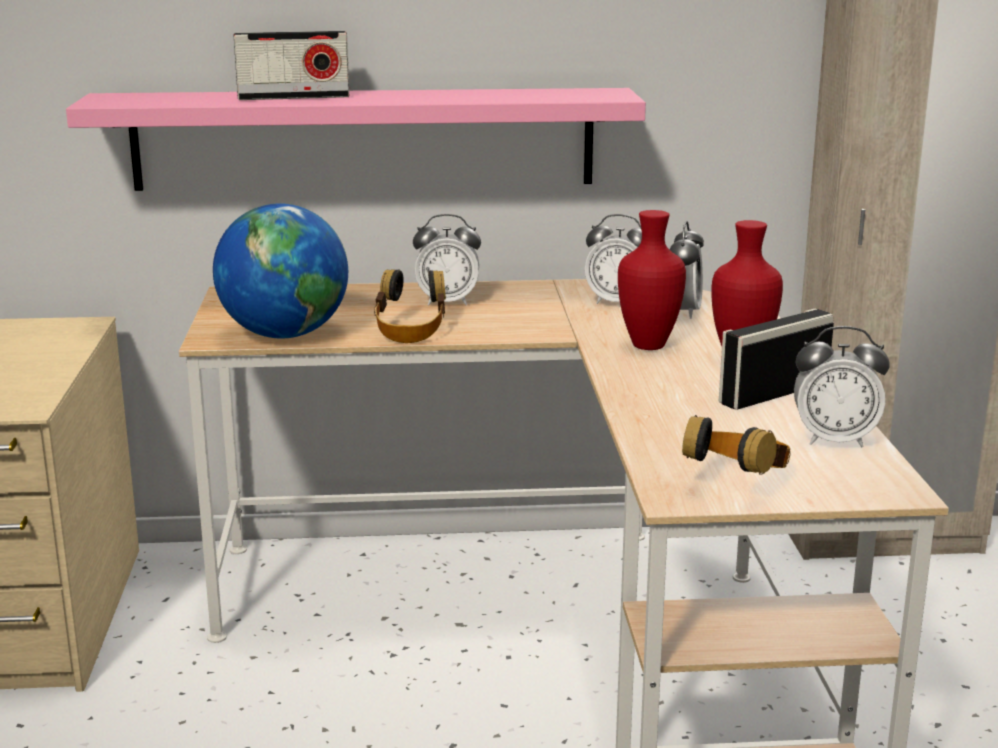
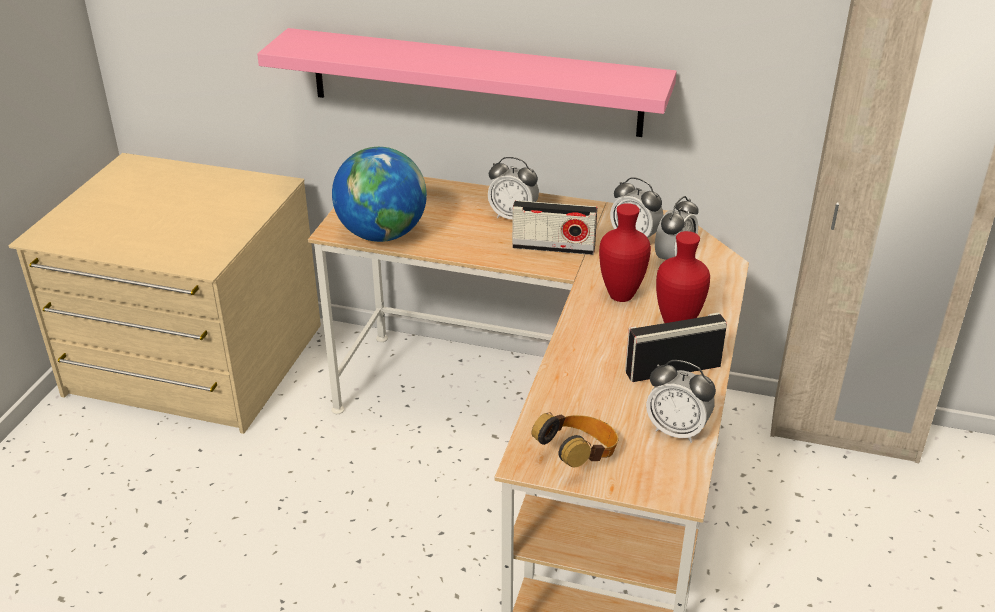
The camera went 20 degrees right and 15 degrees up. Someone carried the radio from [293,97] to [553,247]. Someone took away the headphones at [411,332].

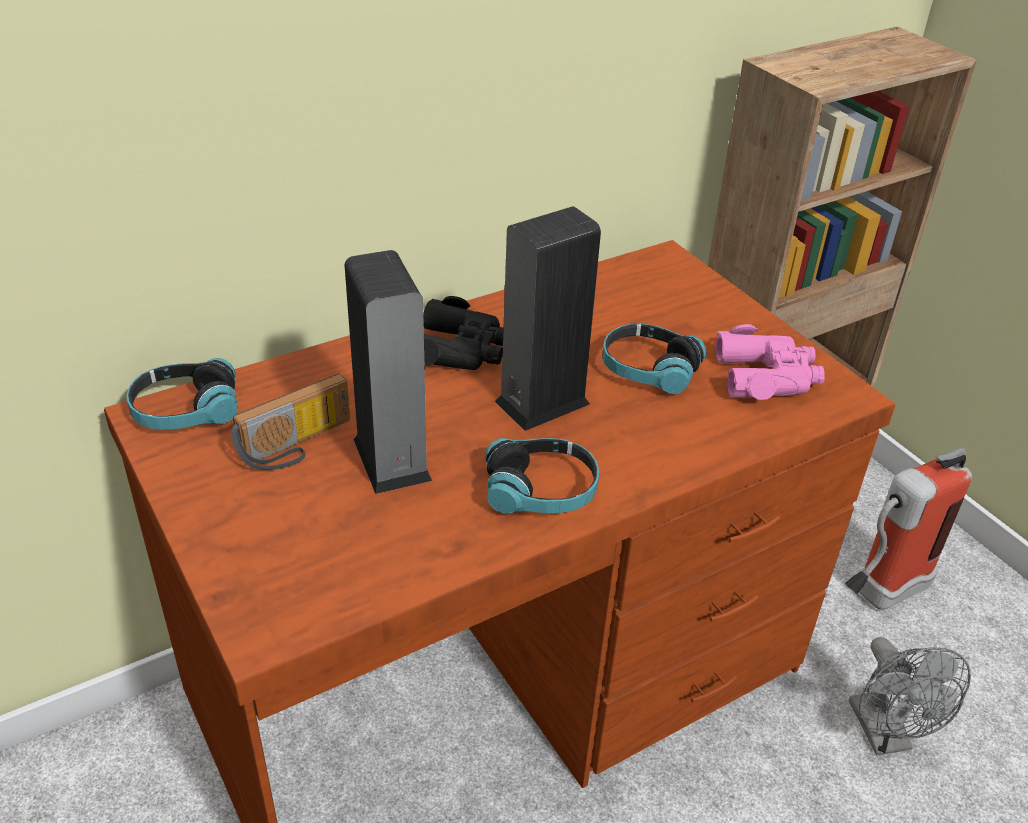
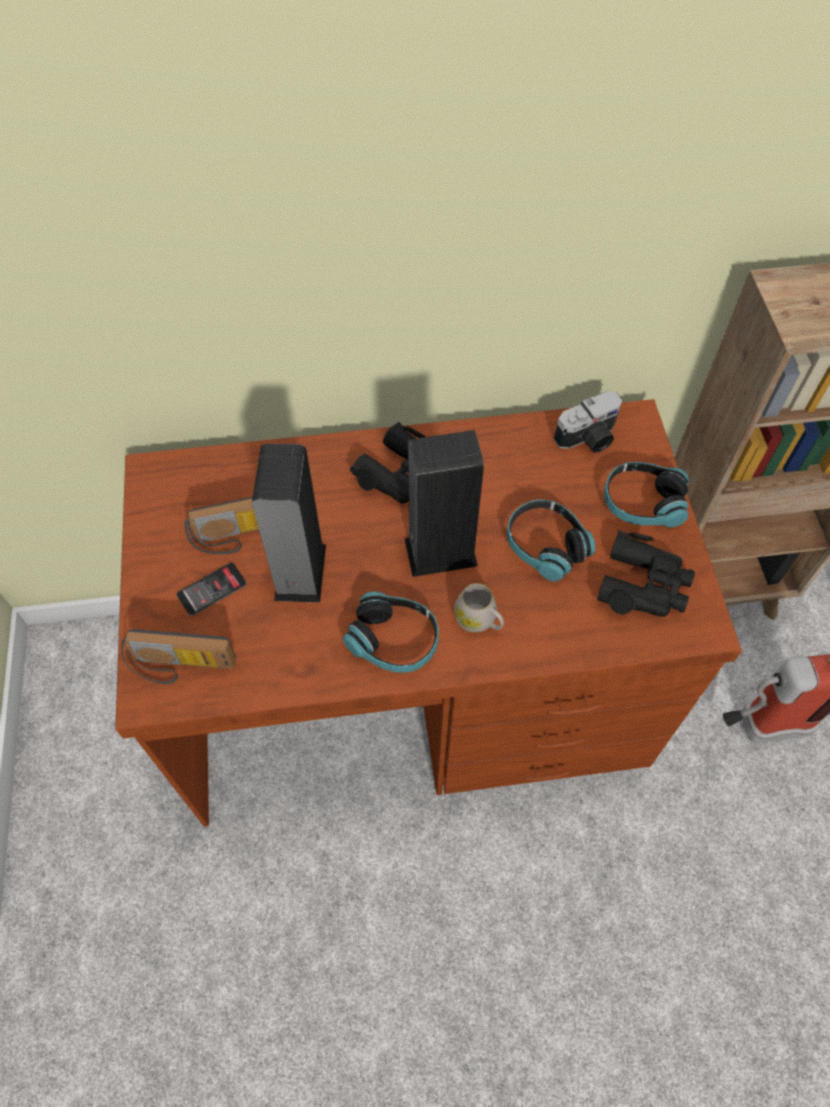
The camera went 25 degrees right and 20 degrees up. Someone repainted the pink binoculars at [767,376], which became the black binoculars at [644,584]. Someone carried the headphones from [186,411] to [642,503]. Someone took away the grey fan at [885,736]. Someone put down the photo camera at [589,439]. Someone put down the phone at [212,589]. Someone put down the white mug at [479,620]. Someone put down the radio at [180,667].

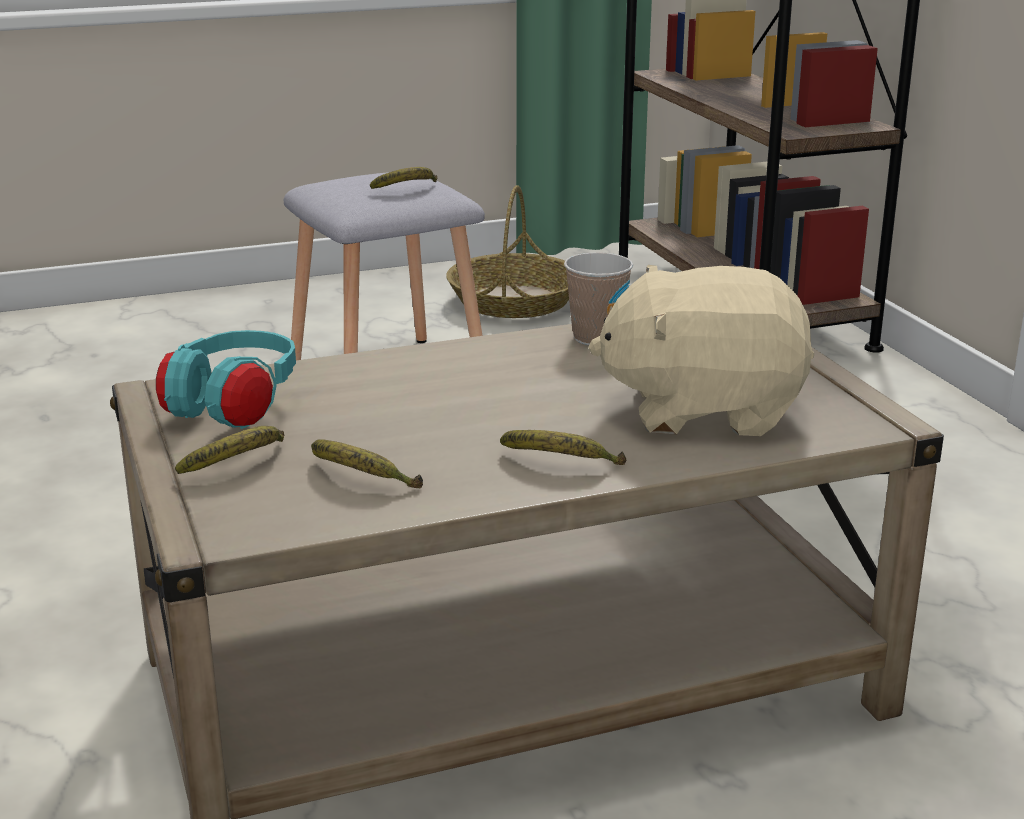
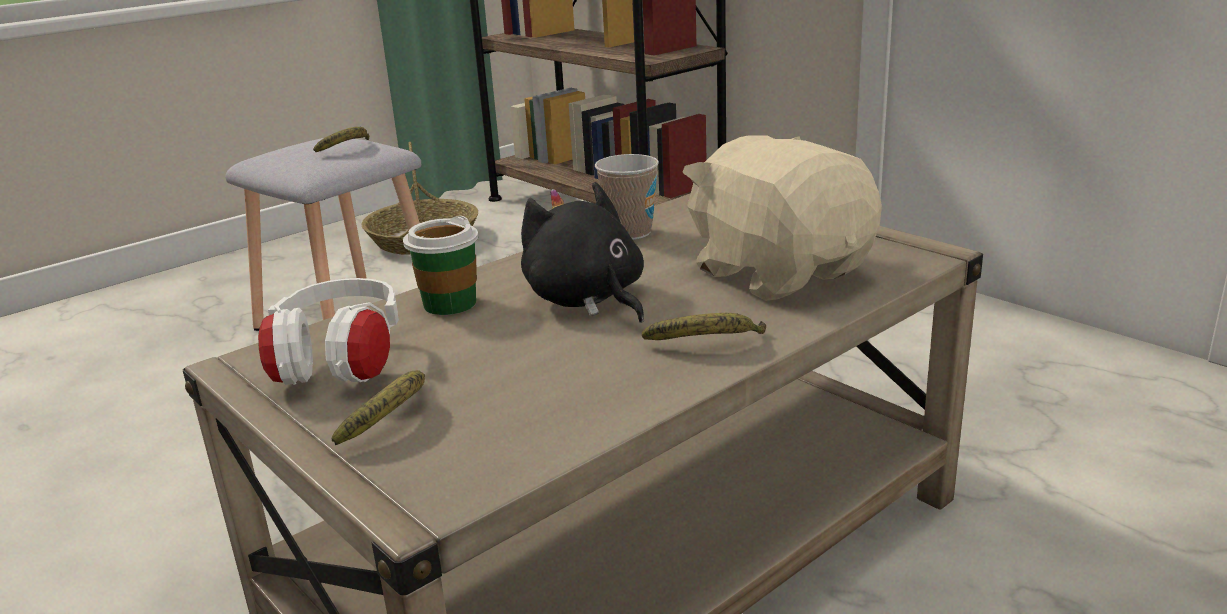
The camera went 20 degrees left and 0 degrees up. Someone rotated the beige plush toy at [703,409] by 75 degrees clockwise. Someone repainted the turquoise headphones at [233,409], which became the white headphones at [340,364]. Someone took away the banana at [360,479]. Someone put down the black plush toy at [587,300]. Someone put down the cup at [449,304].

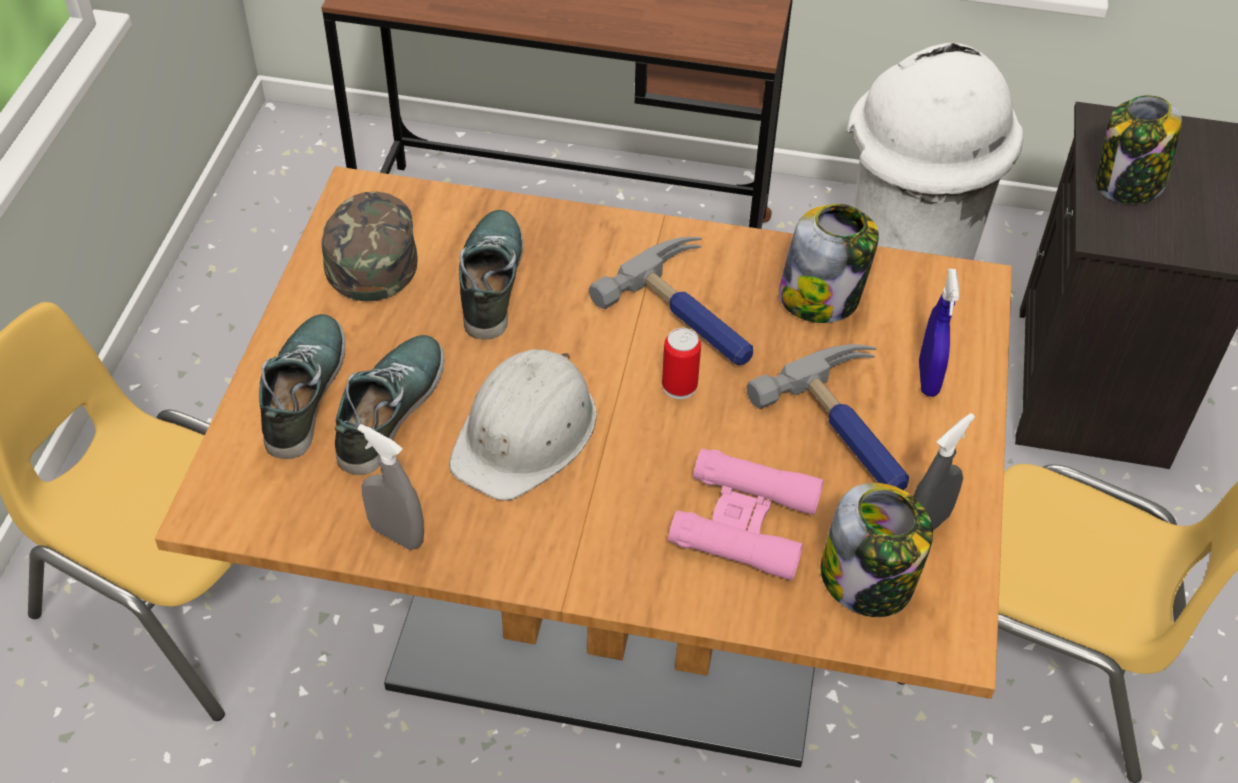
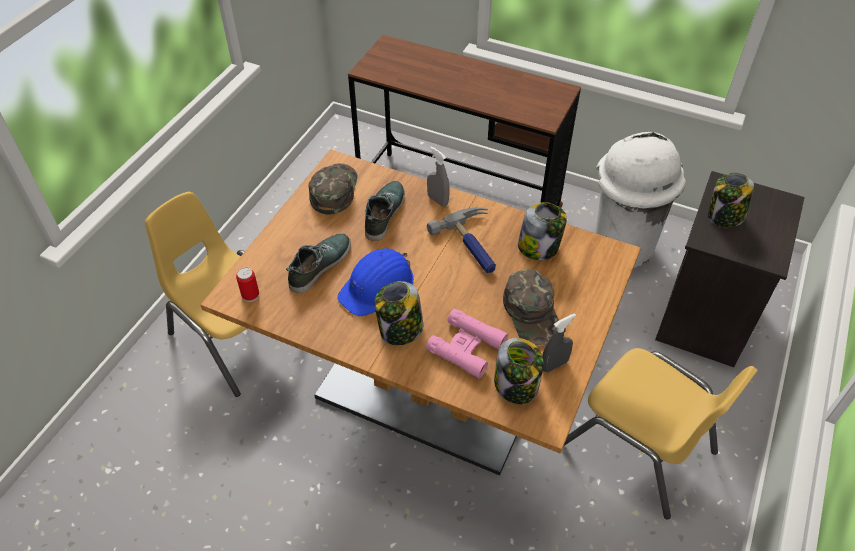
The camera went 15 degrees right and 0 degrees up. Someone took away the blue spray bottle at [928,379]. Someone took away the shoe at [303,392]. Someone carried the can from [679,386] to [250,295]. Someone swapped the hammer at [851,430] for the green cap at [532,313]. Someone repainted the white hard hat at [526,432], which became the blue hard hat at [378,287]. Someone carried the grey spray bottle from [396,534] to [437,200]. Someone put down the jar at [400,330].

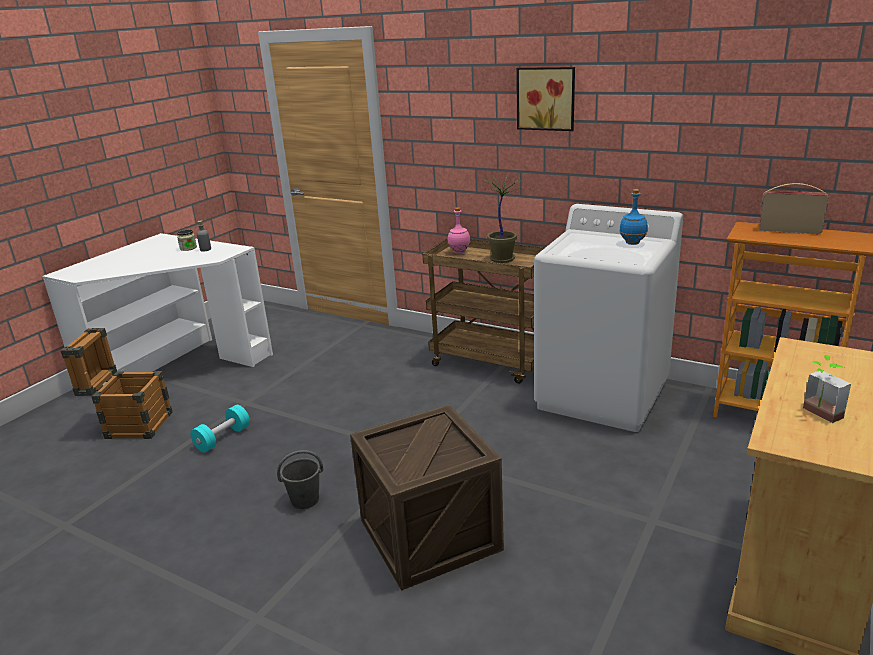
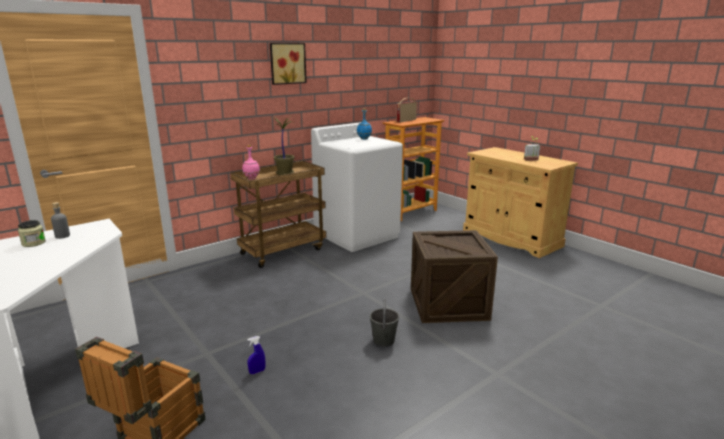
The camera went 70 degrees left and 5 degrees down. Someone swapped the turquoise dumbbell at [223,438] for the blue spray bottle at [257,371].

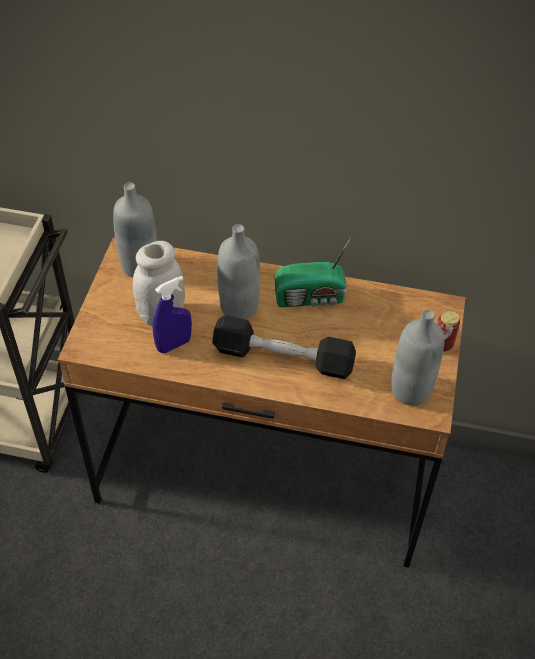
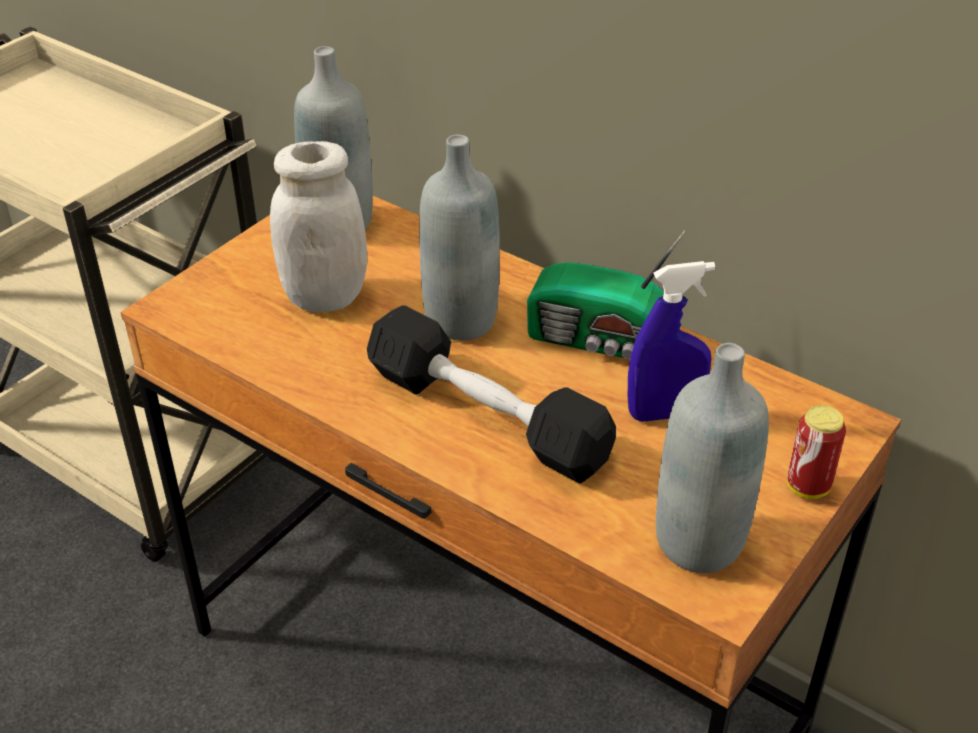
The camera went 25 degrees right and 10 degrees down. Someone carried the blue spray bottle from [174,345] to [664,413].

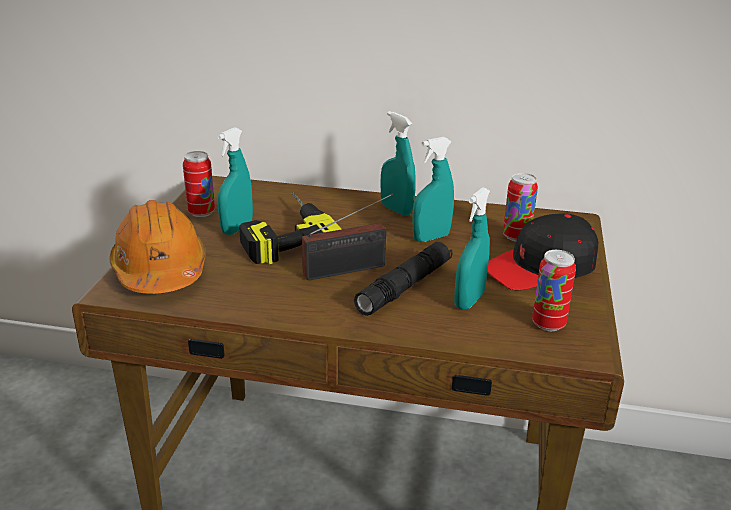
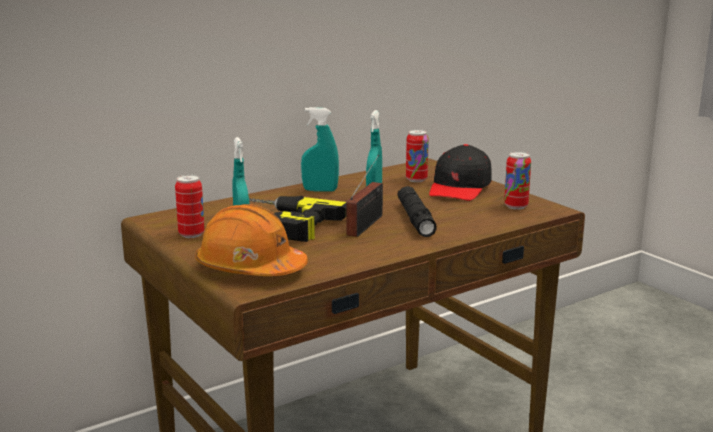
The camera went 45 degrees left and 10 degrees down. Someone took away the turquoise spray bottle at [469,301].

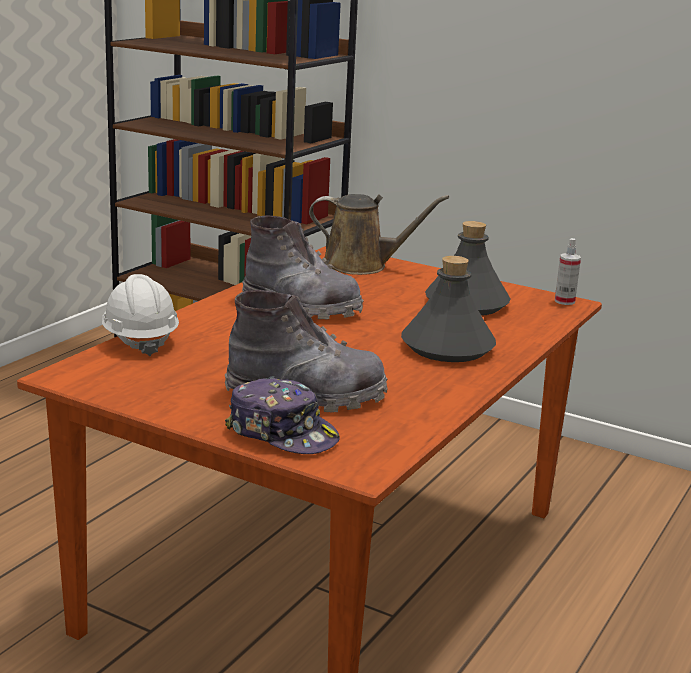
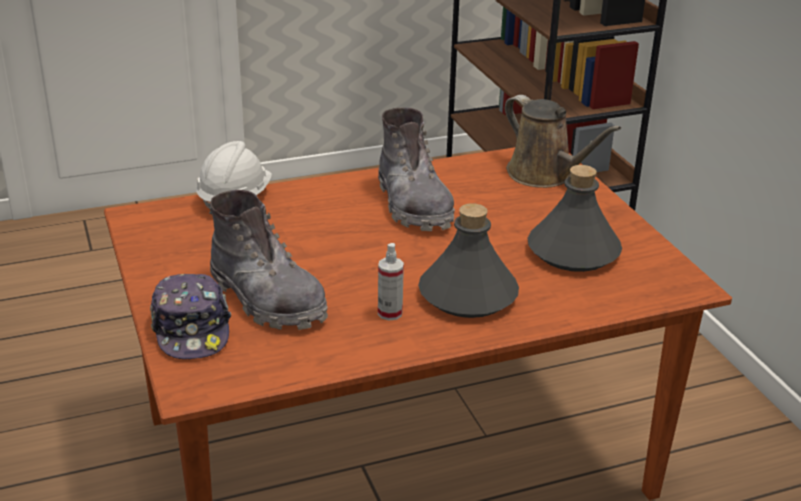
The camera went 40 degrees right and 10 degrees up. Someone carried the spray bottle from [564,301] to [390,313].

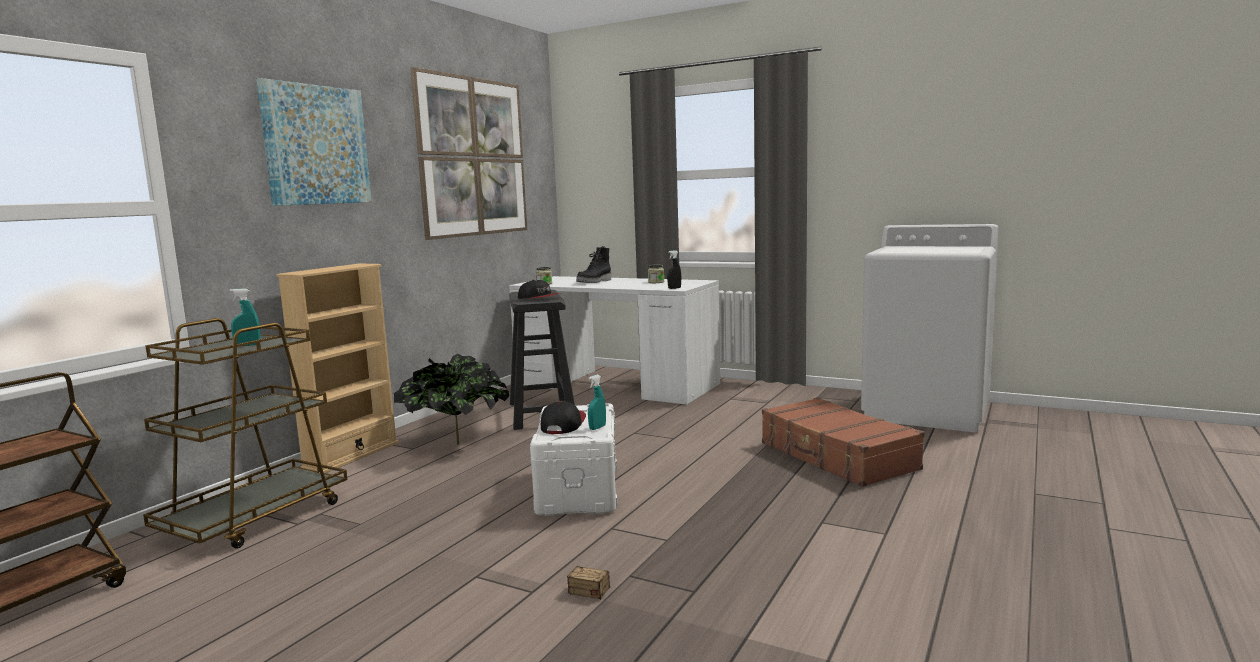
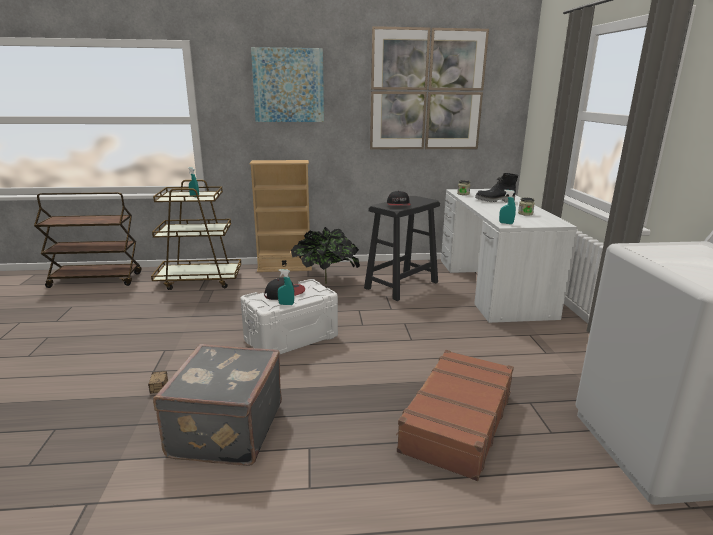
The camera went 55 degrees right and 10 degrees up. Someone repainted the black spray bottle at [674,288], which became the turquoise spray bottle at [506,223]. Someone put down the grey suitcase at [224,430].

